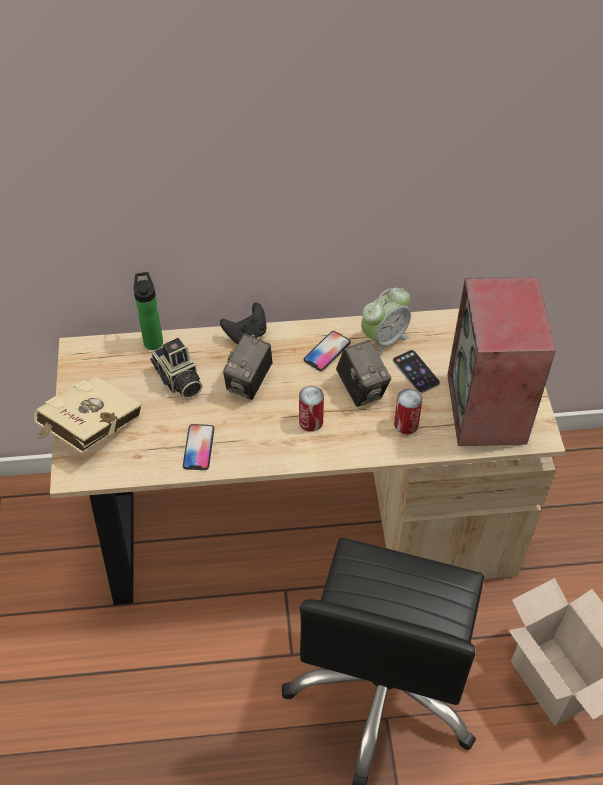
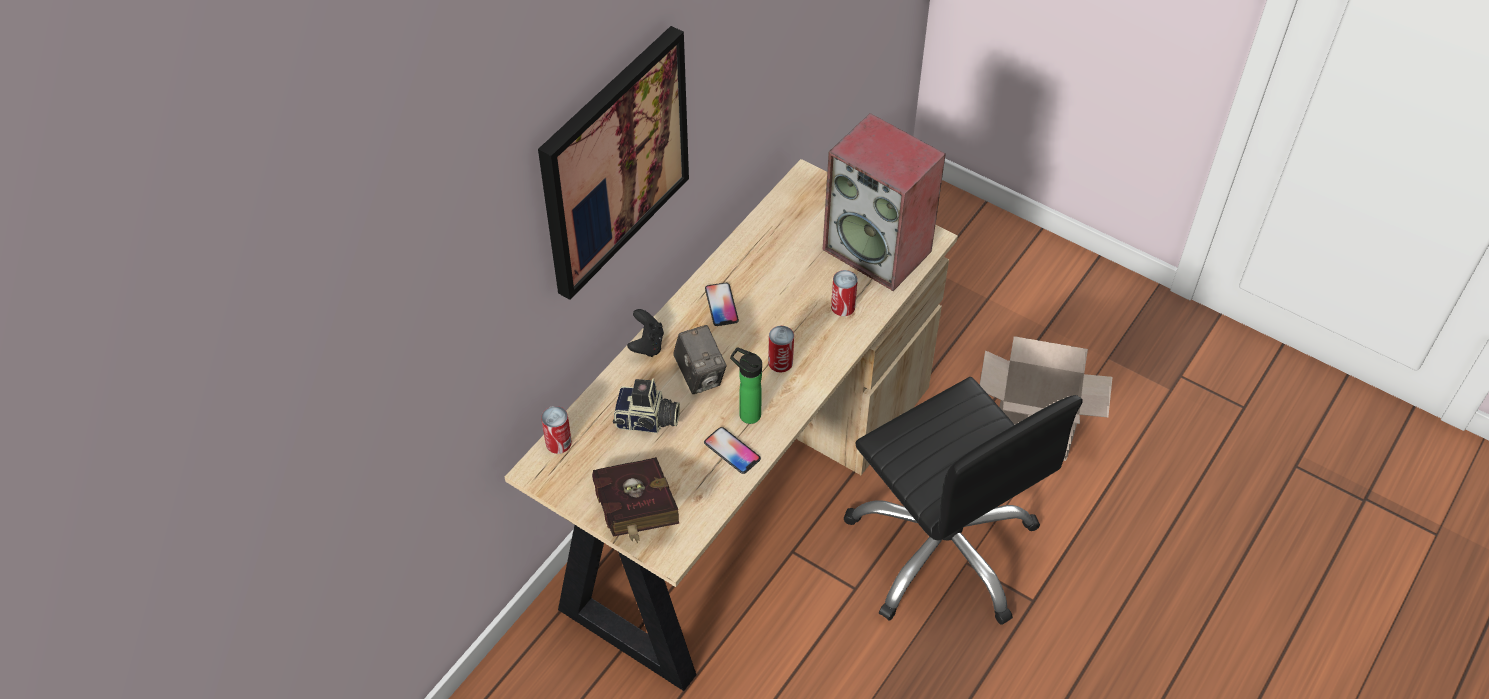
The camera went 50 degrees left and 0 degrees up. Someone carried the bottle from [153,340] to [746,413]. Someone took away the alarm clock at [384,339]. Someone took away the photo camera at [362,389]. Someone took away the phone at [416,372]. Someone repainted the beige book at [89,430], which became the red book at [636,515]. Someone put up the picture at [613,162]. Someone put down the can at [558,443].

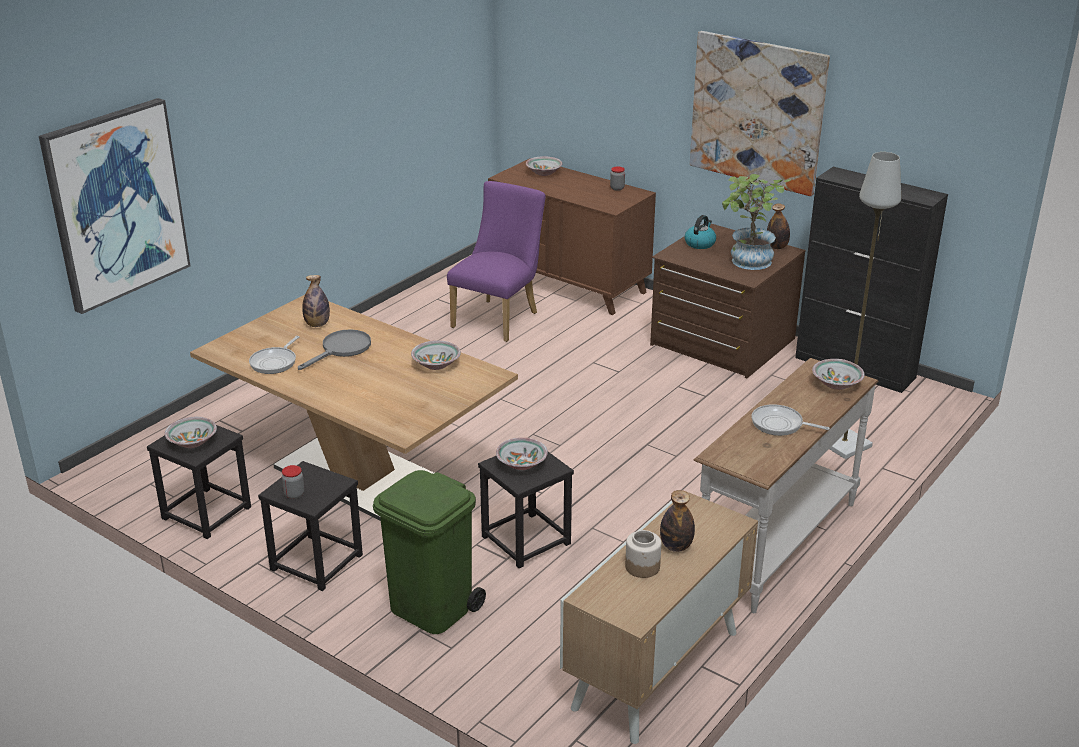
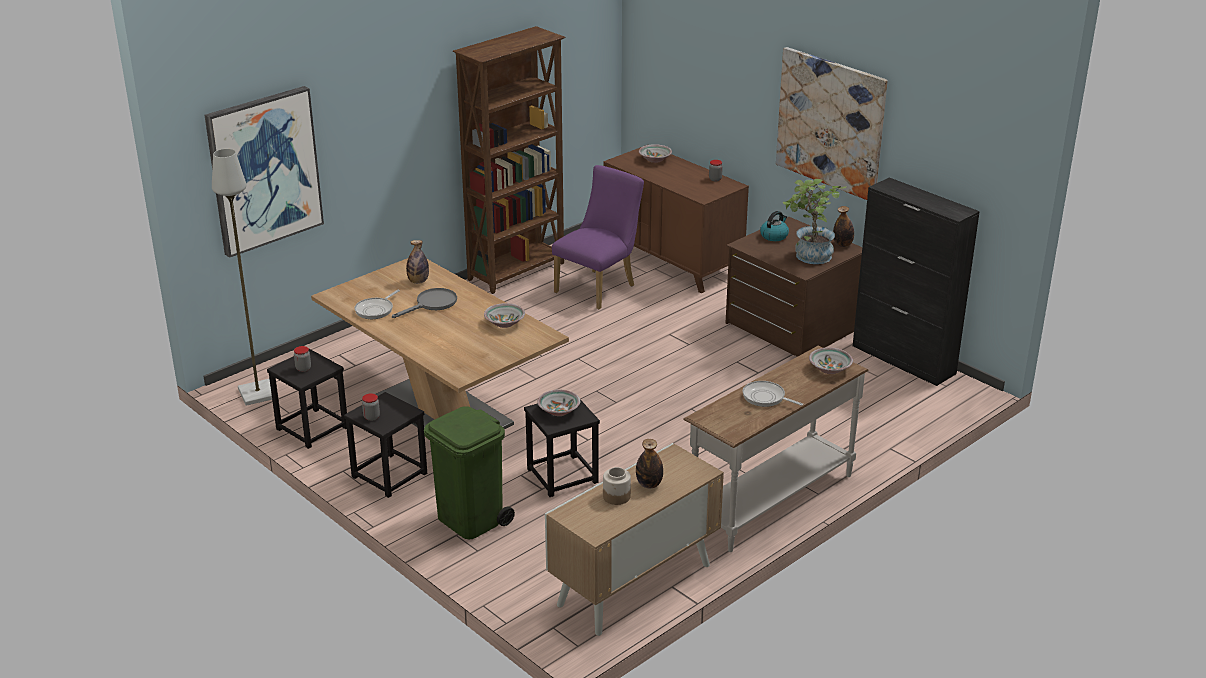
The camera went 10 degrees right and 0 degrees up. Someone carried the grey floor lamp from [845,444] to [259,394]. Someone swapped the bowl at [193,442] for the jar at [303,368]. Someone put down the brown bookcase at [517,271].

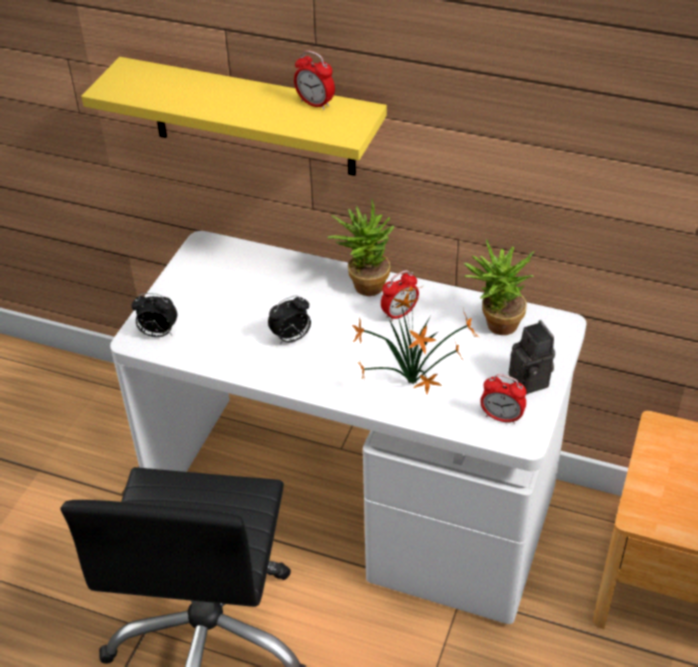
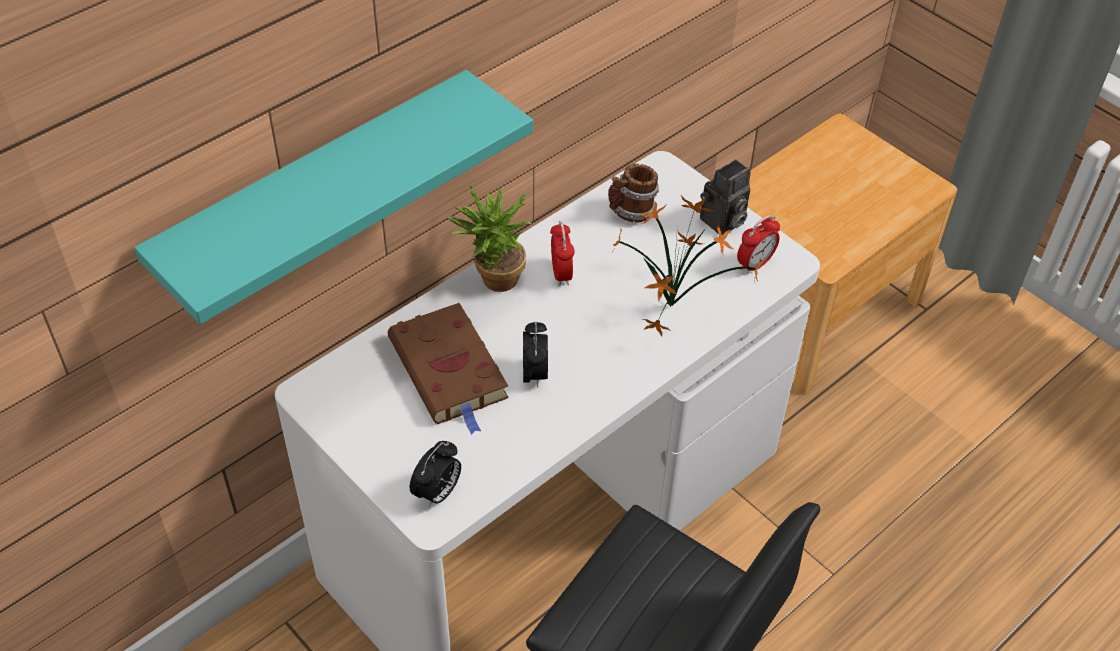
The camera went 65 degrees left and 5 degrees up. Someone took away the alarm clock at [315,104]. Someone repainted the yellow shelf at [252,117], which became the turquoise shelf at [318,196]. Someone swapped the potted plant at [495,326] for the mug at [631,213]. Someone rotated the photo camera at [532,381] by 135 degrees clockwise. Someone put down the brown book at [450,372].

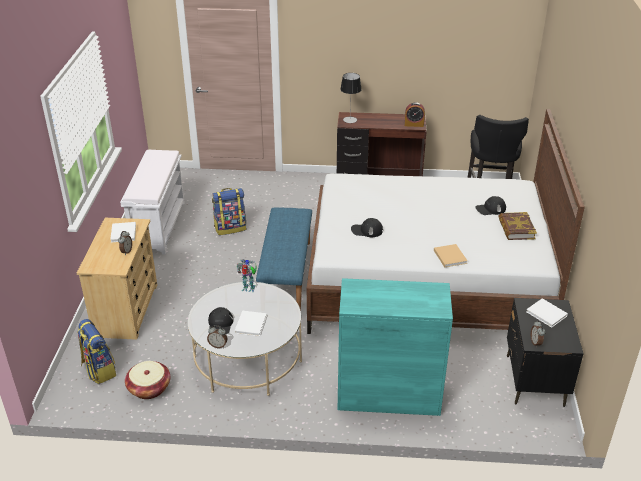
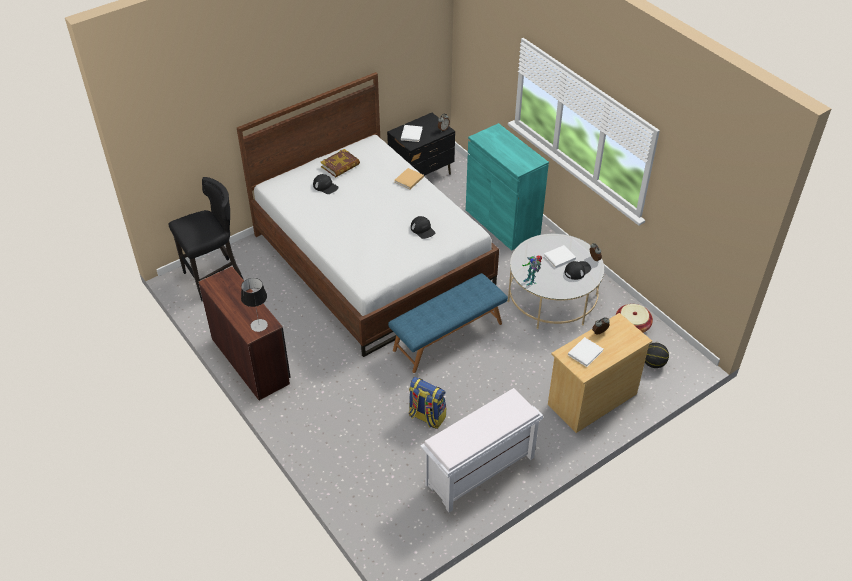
The camera went 130 degrees left and 10 degrees up. Someone took away the alarm clock at [414,124]. Someone swapped the backpack at [98,370] for the basketball at [653,363].

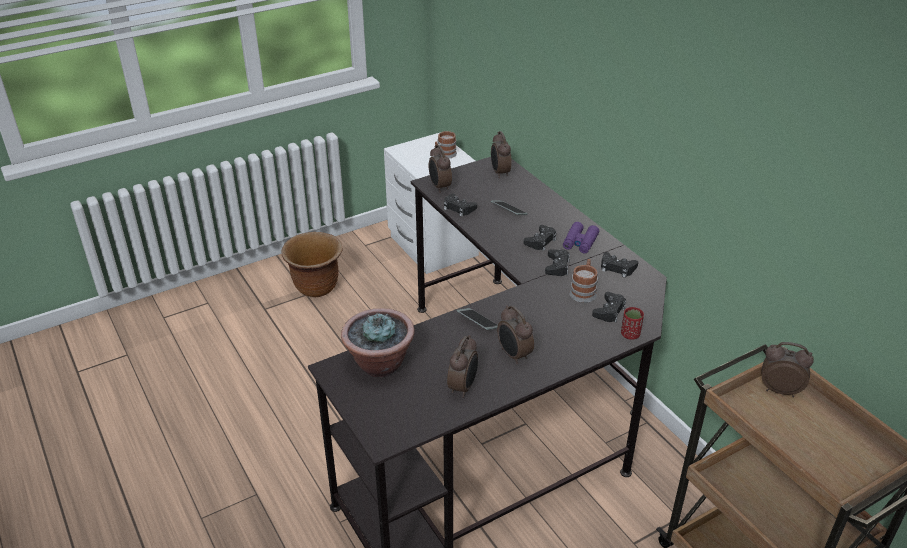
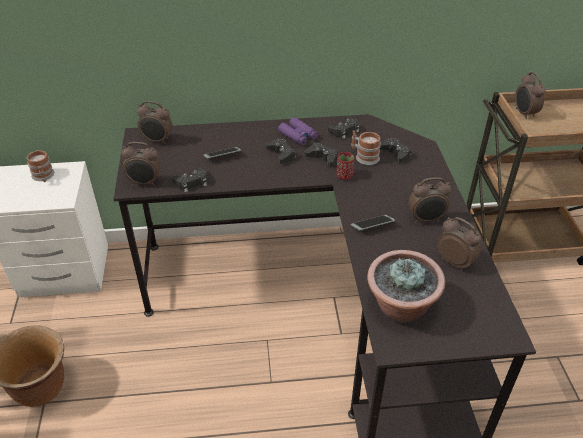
The camera went 65 degrees left and 5 degrees up. Someone carried the red cup from [630,334] to [344,176]. Someone rotated the alarm clock at [779,389] by 60 degrees counterclockwise.

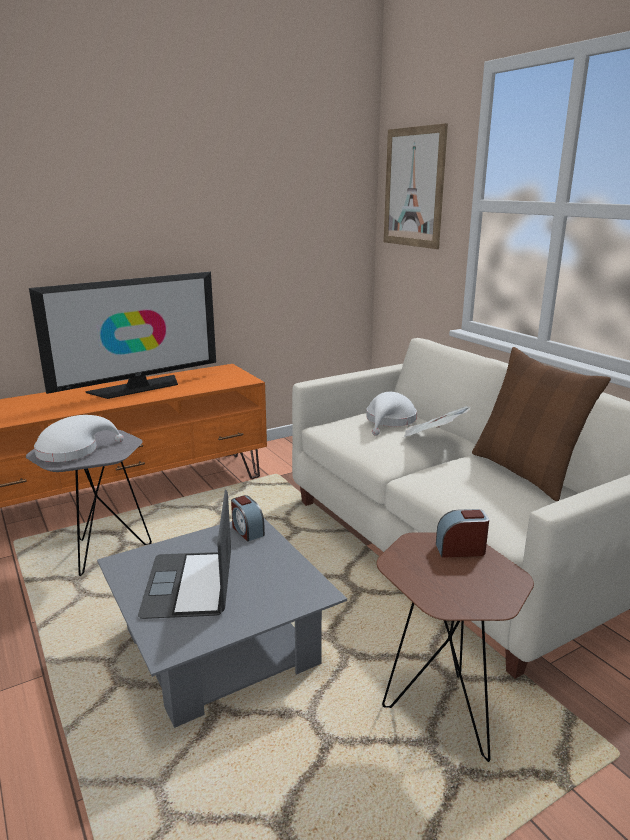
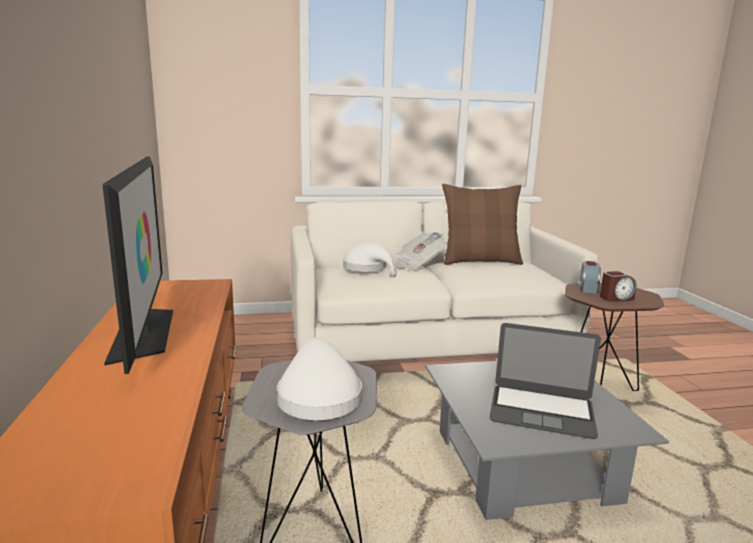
The camera went 70 degrees left and 5 degrees down. Someone took away the picture at [414,188]. Someone carried the alarm clock from [247,530] to [616,298].

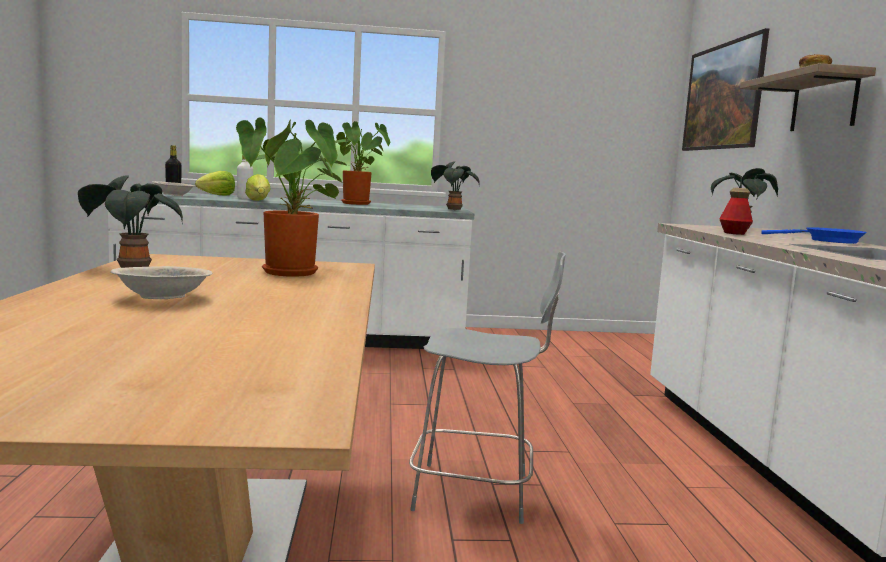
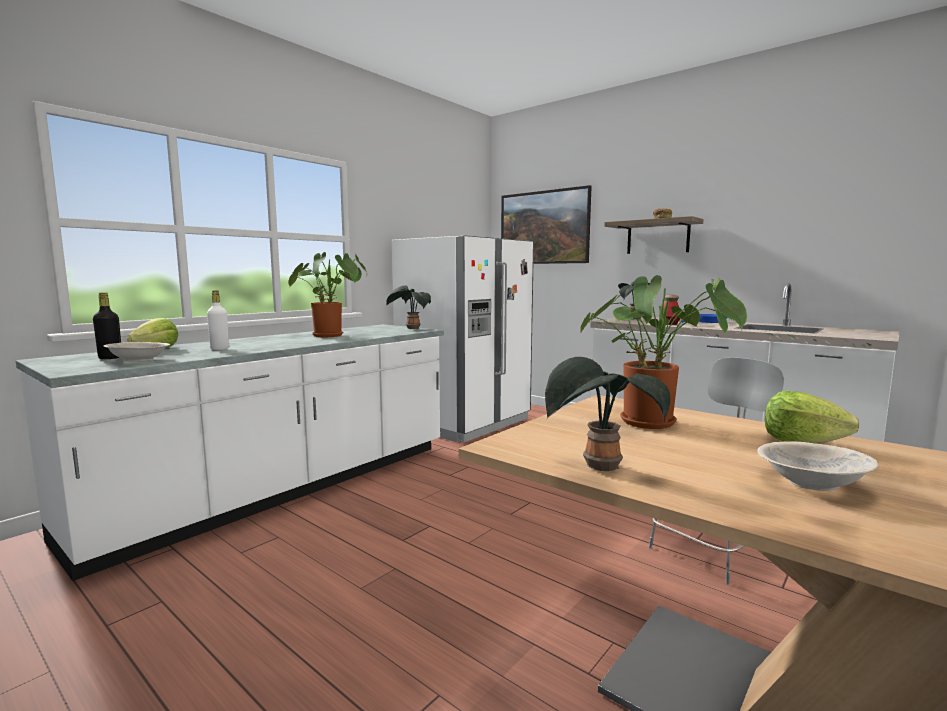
The camera went 45 degrees left and 0 degrees up. Someone carried the lettuce from [258,200] to [801,441]. Someone put down the white fridge at [465,422].

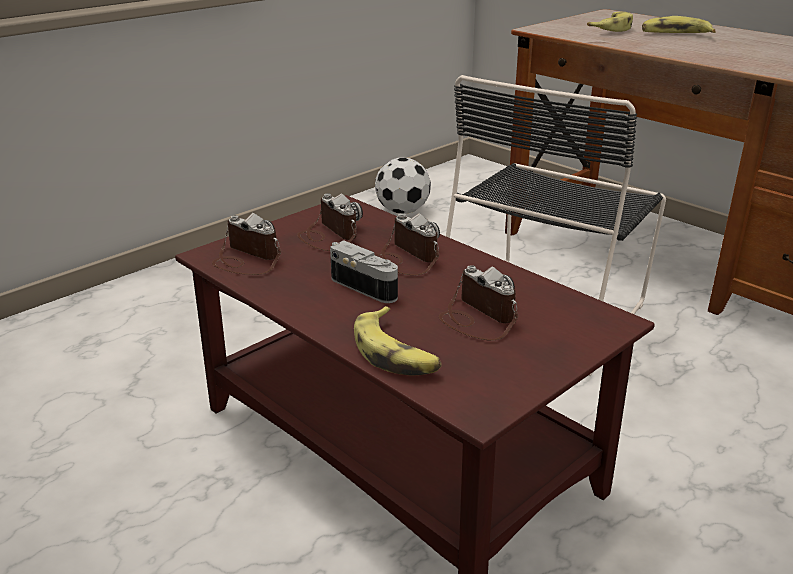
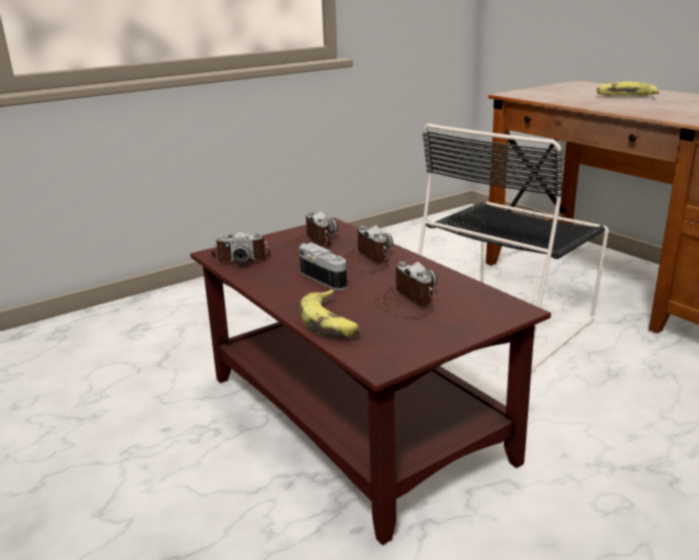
The camera went 10 degrees right and 5 degrees down. Someone took away the banana at [611,28]. Someone took away the football at [403,210]. Someone rotated the photo camera at [246,259] by 135 degrees clockwise.

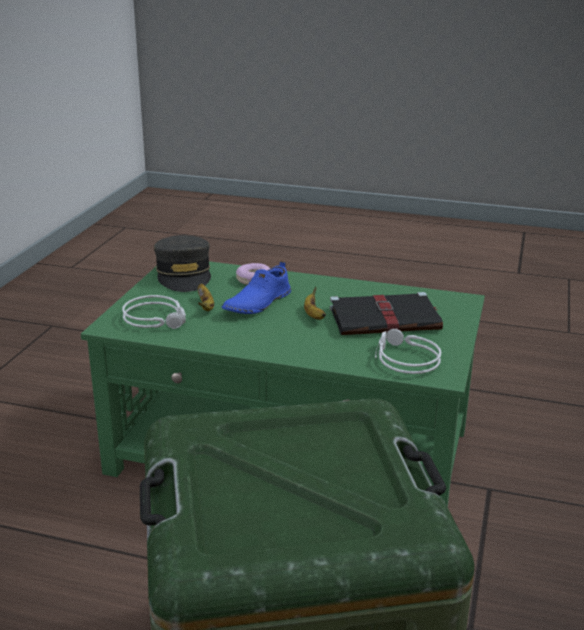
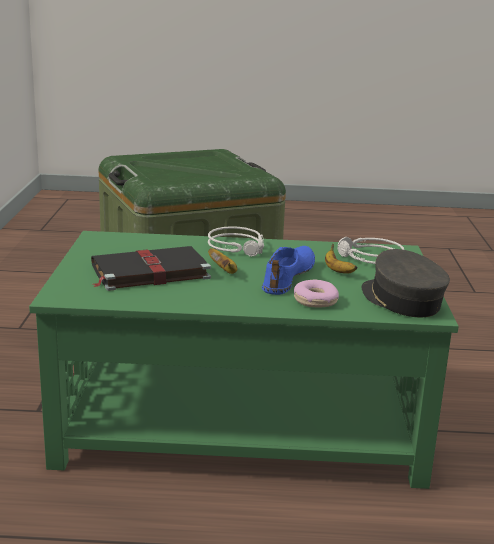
The camera went 165 degrees right and 5 degrees down. Someone carried the grey headphones from [403,359] to [239,247].

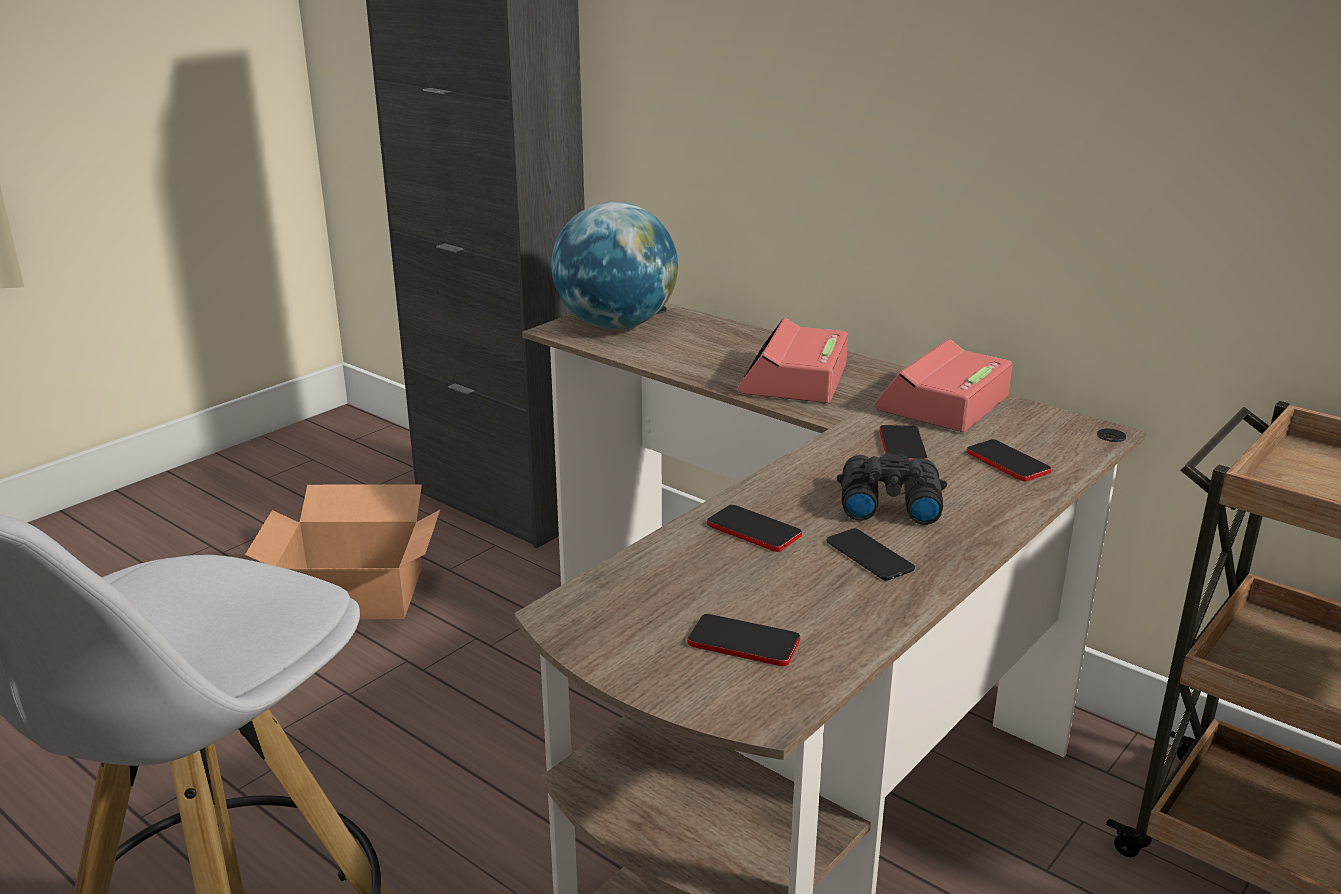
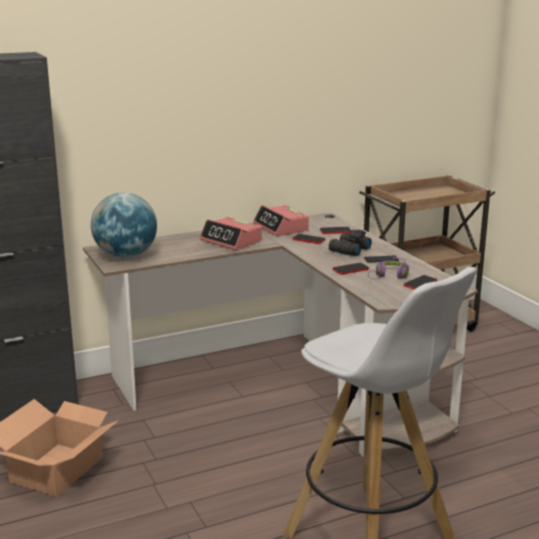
The camera went 65 degrees left and 5 degrees down. Someone put down the purple headphones at [389,276].

